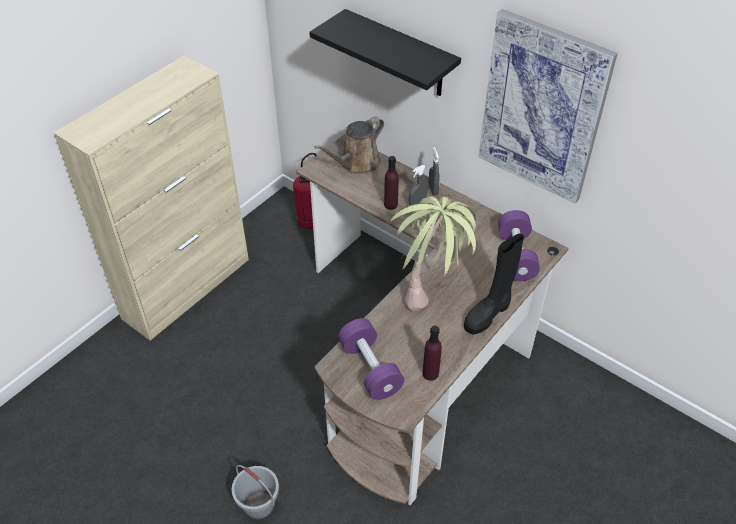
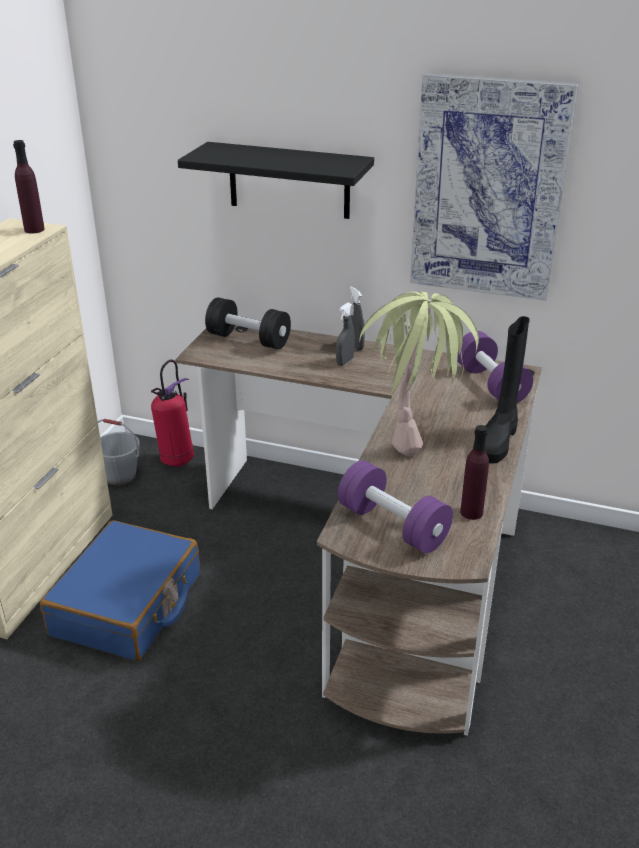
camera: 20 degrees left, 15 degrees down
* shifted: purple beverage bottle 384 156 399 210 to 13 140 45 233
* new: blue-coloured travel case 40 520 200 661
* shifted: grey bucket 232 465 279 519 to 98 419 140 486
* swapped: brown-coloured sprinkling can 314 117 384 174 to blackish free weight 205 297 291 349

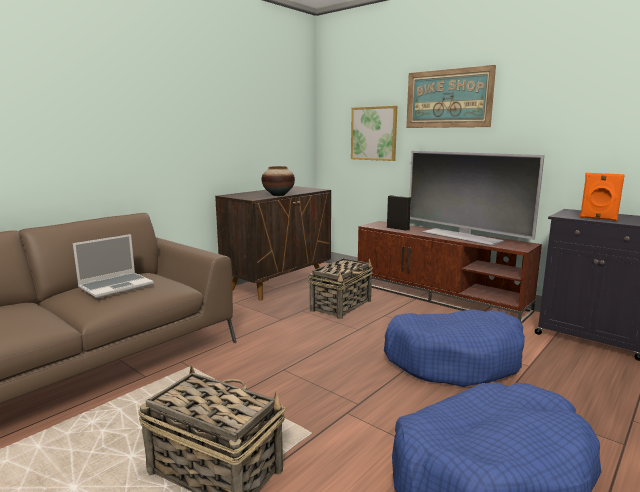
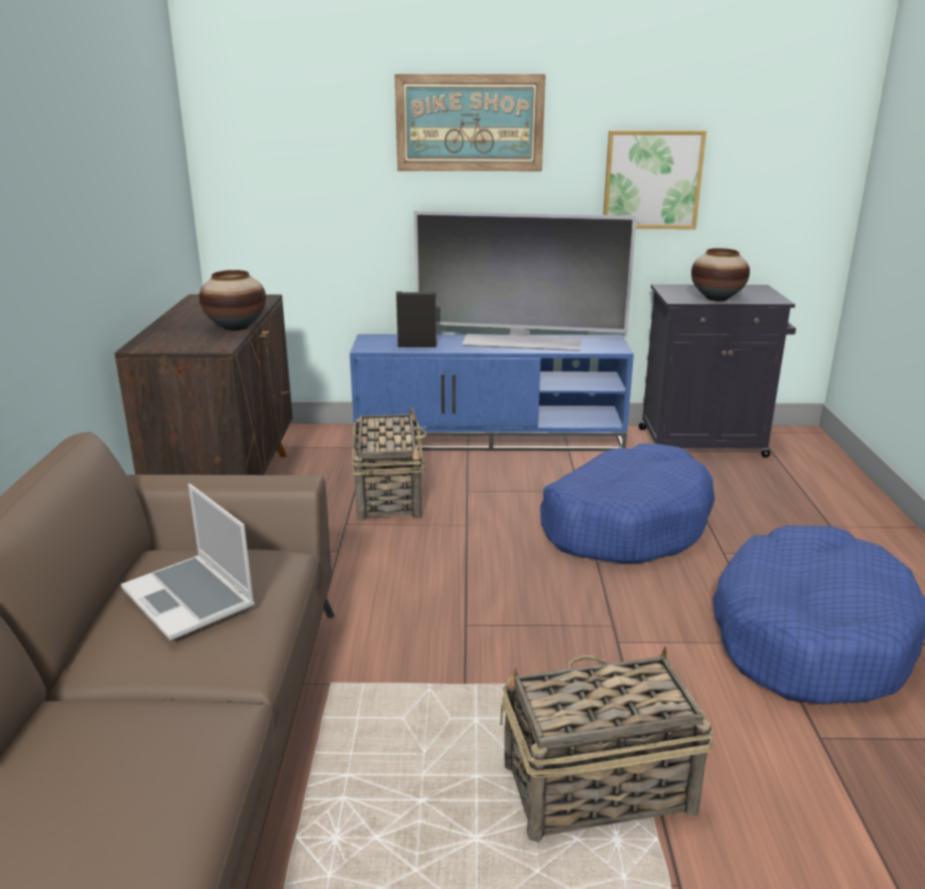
camera: 40 degrees left, 10 degrees up
* rotated: laptop 73 234 154 298 = 121 484 255 641 135 degrees clockwise
* repainted: brown-coloured media console 358 221 542 323 to blue-coloured media console 350 334 634 451
* shifted: wall picture 351 106 397 161 to 603 130 706 229
* swapped: orange-coloured loudspeaker 580 173 625 221 to vase 691 248 750 301

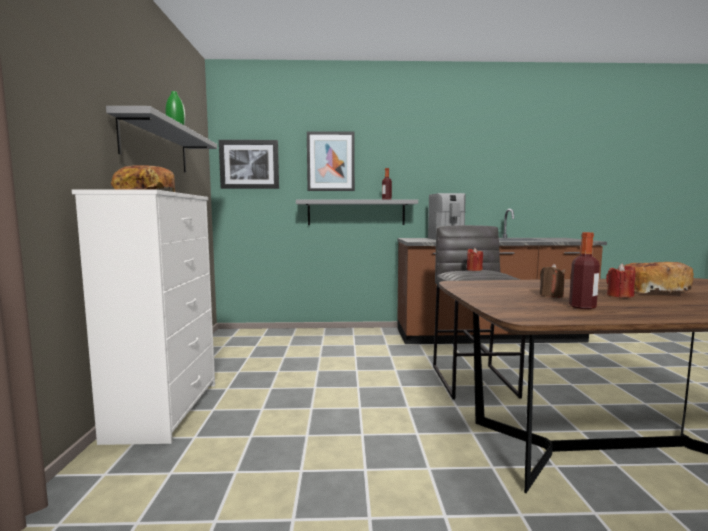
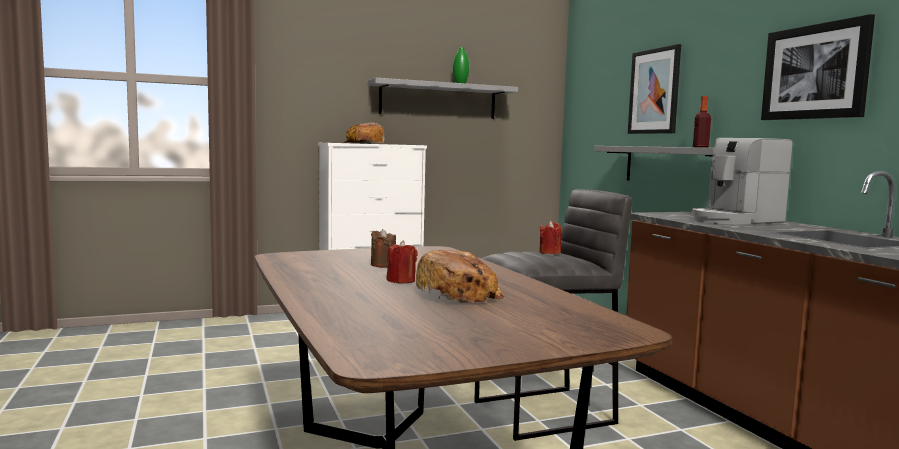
camera: 70 degrees right, 0 degrees up
* shifted: wall picture 219 140 279 189 to 761 14 875 120
* gone: beverage bottle 569 232 600 309

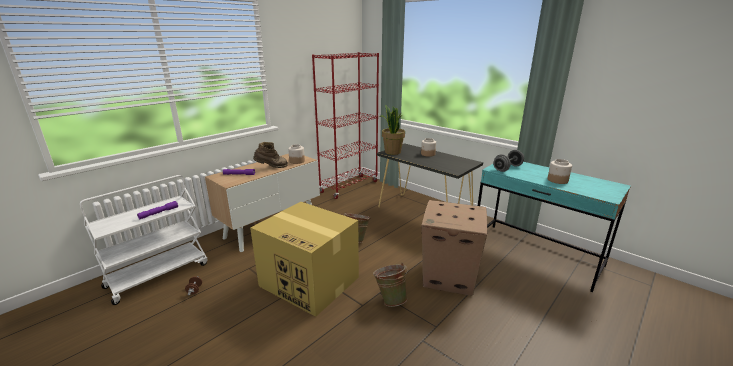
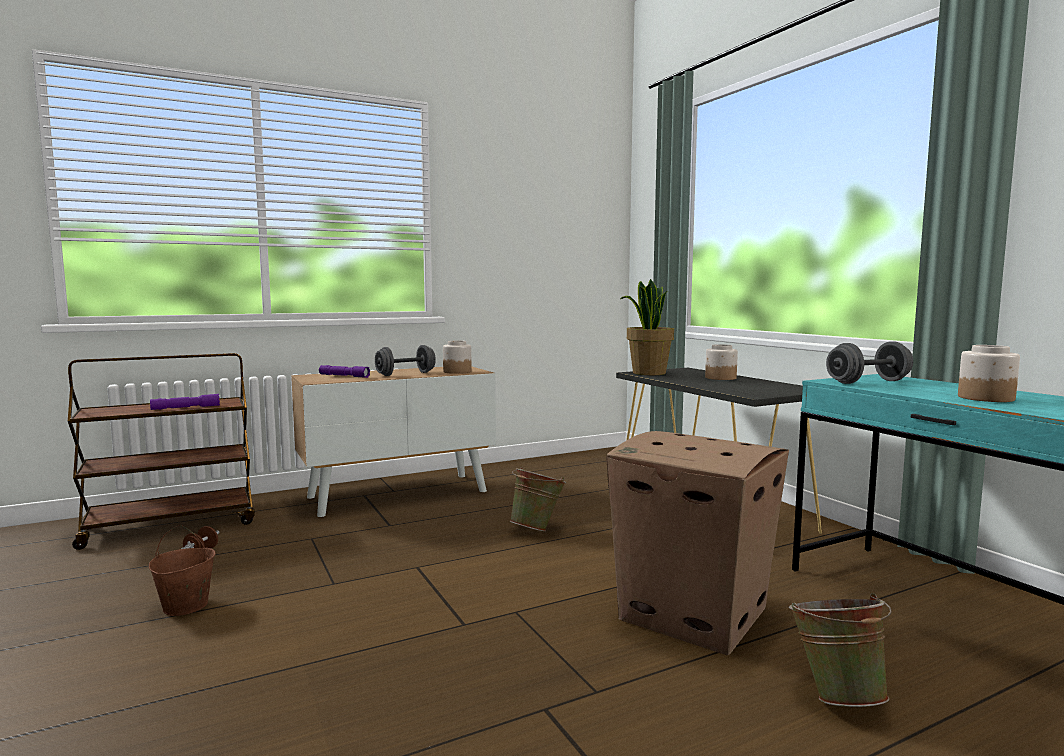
camera: 20 degrees right, 15 degrees down
* repainted: white wheeled cart 80 175 208 305 to brown-coloured wheeled cart 68 353 255 550
* new: brown-coloured bucket 149 525 215 616
* swapped: brown-coloured boot 253 142 288 168 to grey free weight 375 345 436 376
* shifted: greenish bucket 373 263 408 307 to 789 593 892 707
* gone: packing box 250 202 359 317
* gone: red-coloured shelving unit 312 52 379 199

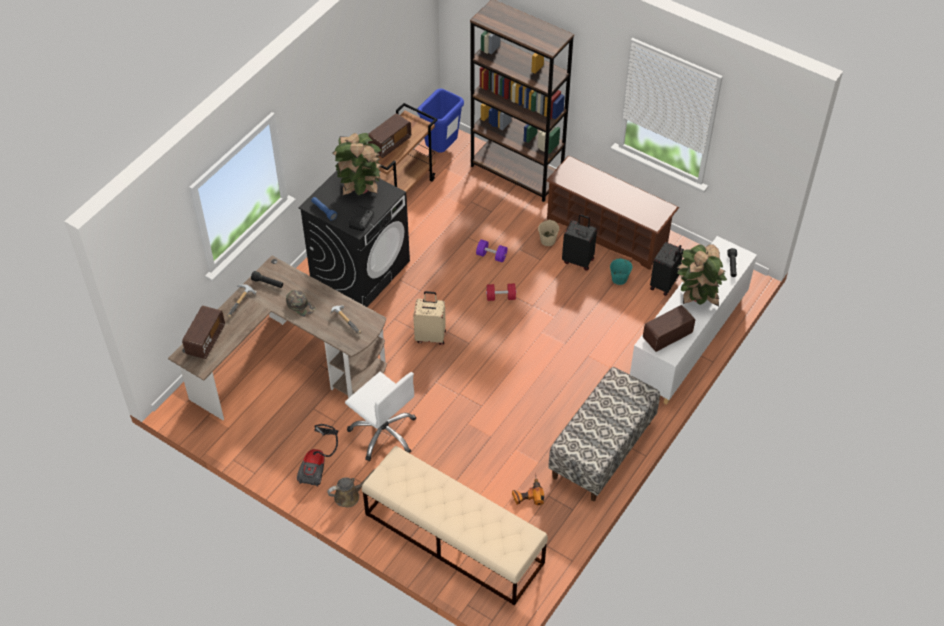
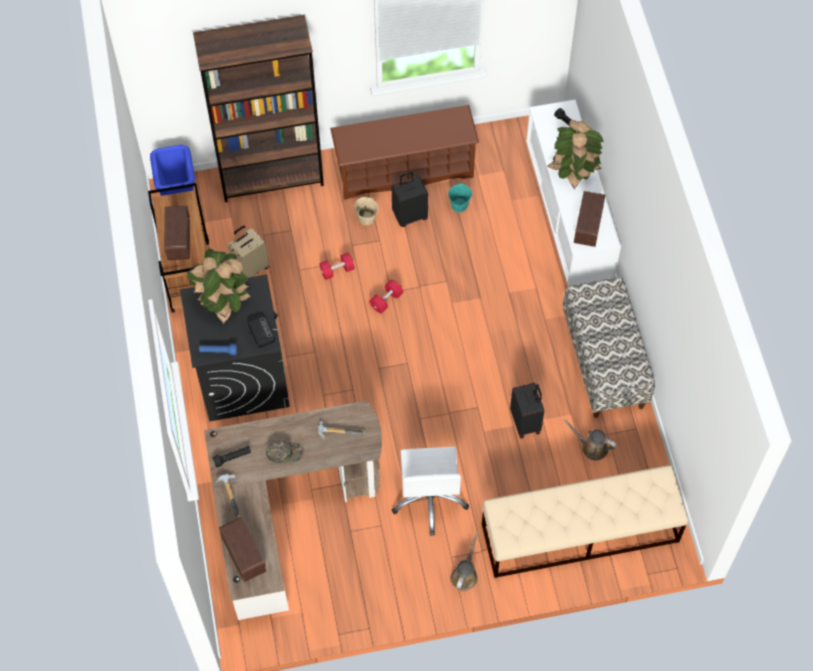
camera: 45 degrees left, 10 degrees up
* shifted: beige-coloured travel case 413 291 446 345 to 227 226 269 278
* repainted: purple free weight 476 239 507 262 to red-coloured free weight 319 253 355 280
* rotated: white computer chair 345 372 416 461 = 392 447 469 536 90 degrees clockwise
* shifted: blackish travel case 650 242 684 296 to 510 383 544 439
* swapped: drill 512 474 544 505 to brown-coloured sprinkling can 563 419 616 460
* gone: vacuum 297 424 339 487

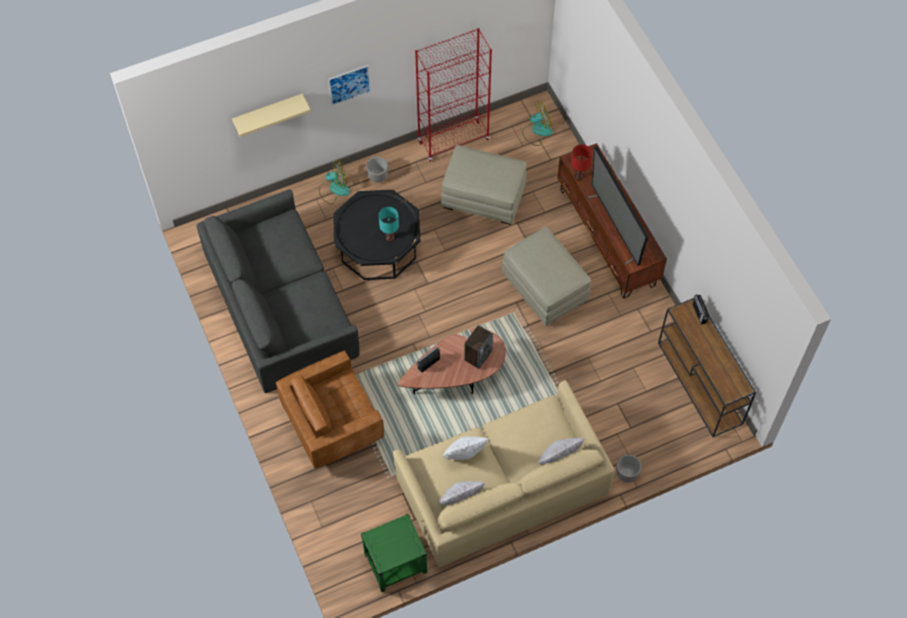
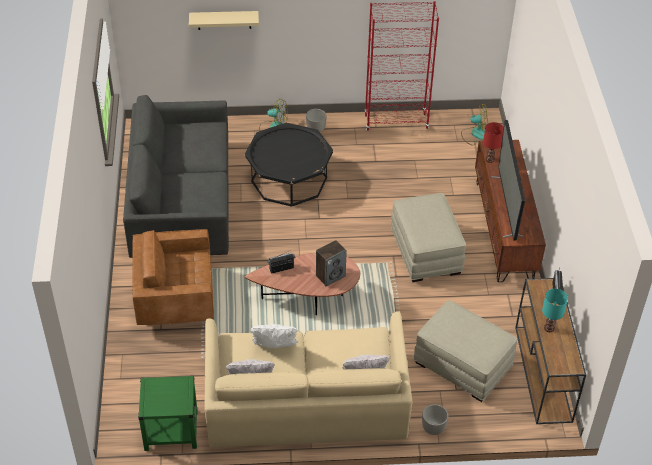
camera: 20 degrees right, 15 degrees down
* shifted: beige-coloured pouffe 441 145 526 225 to 414 300 517 402
* shifted: blue-green tabletop lamp 379 207 399 242 to 542 289 568 332
* gone: wall picture 328 65 371 106

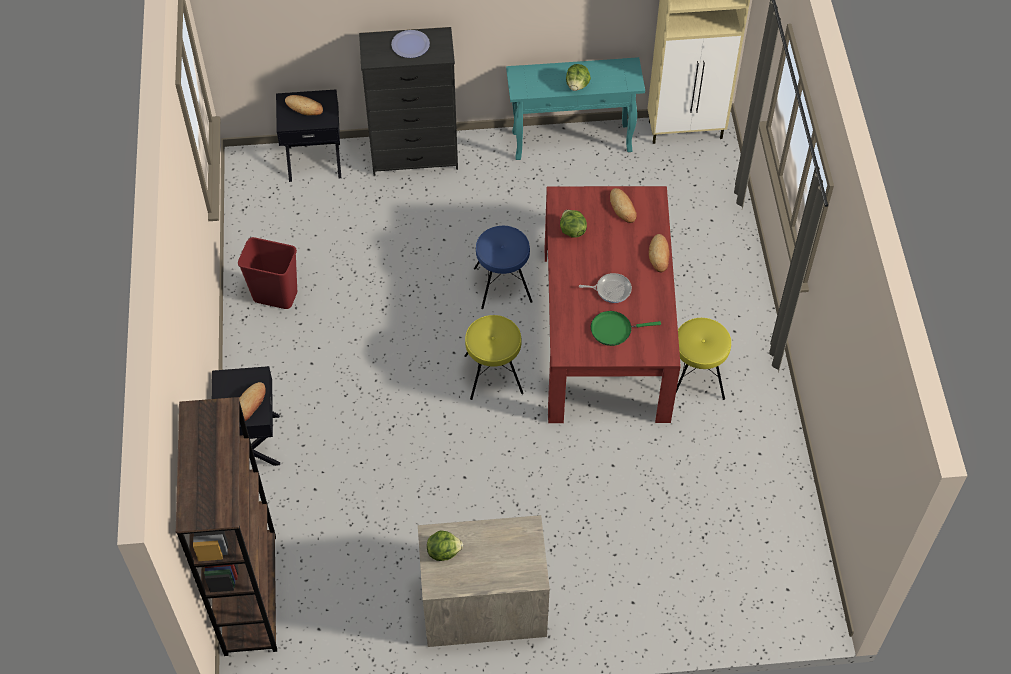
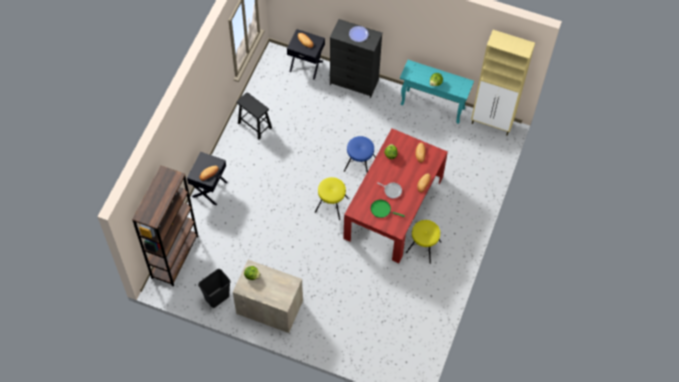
camera: 25 degrees right, 5 degrees up
* new: blackish rubbish bin 198 269 231 308
* swapped: red-coloured rubbish bin 238 237 297 309 to blackish sitting stool 236 93 272 140

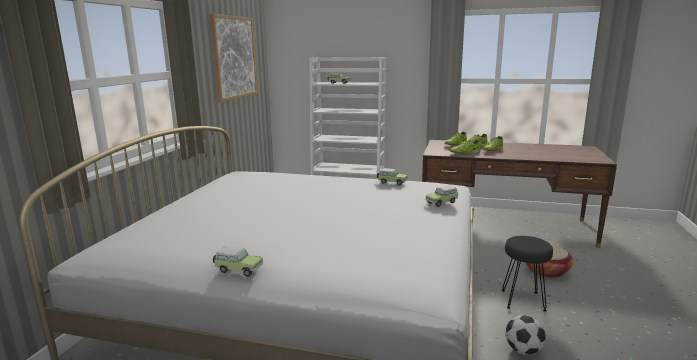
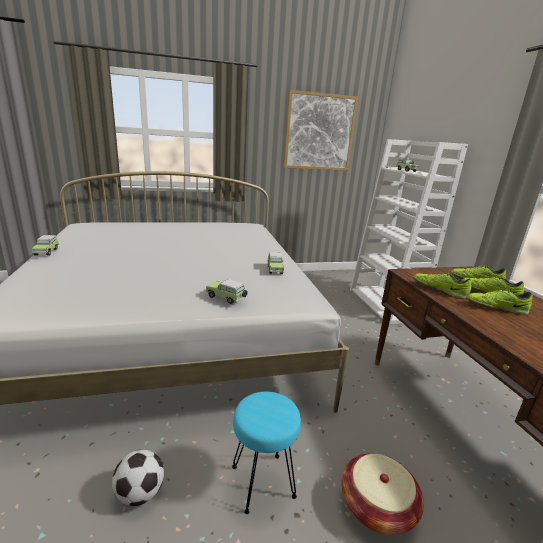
camera: 60 degrees right, 5 degrees up
* repainted: blackish sitting stool 502 236 553 311 to blue-green sitting stool 232 392 301 514

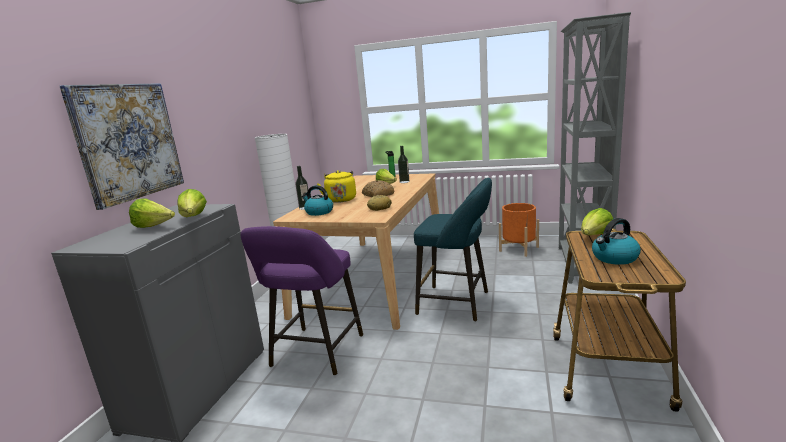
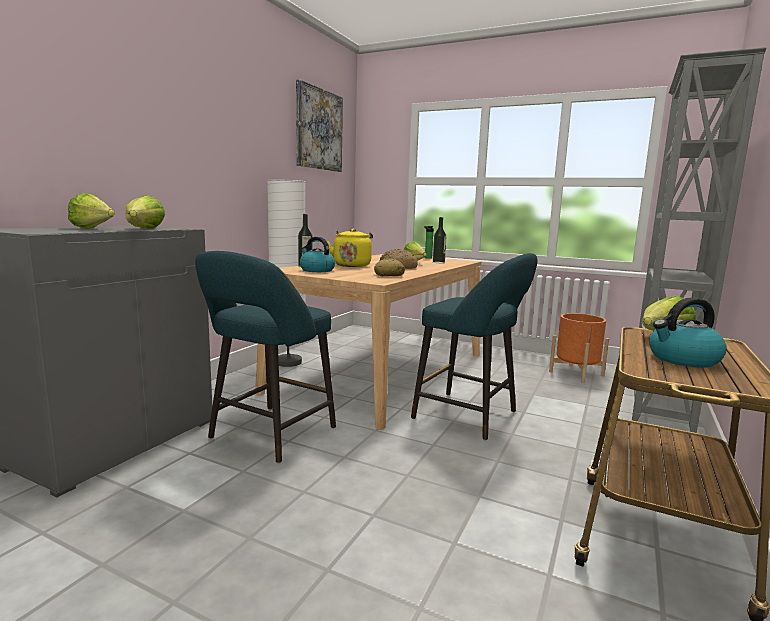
camera: 10 degrees right, 5 degrees down
* repainted: purple sitting stool 240 226 363 376 to blue-green sitting stool 195 251 336 463
* shifted: wall picture 60 83 184 210 to 296 79 343 172

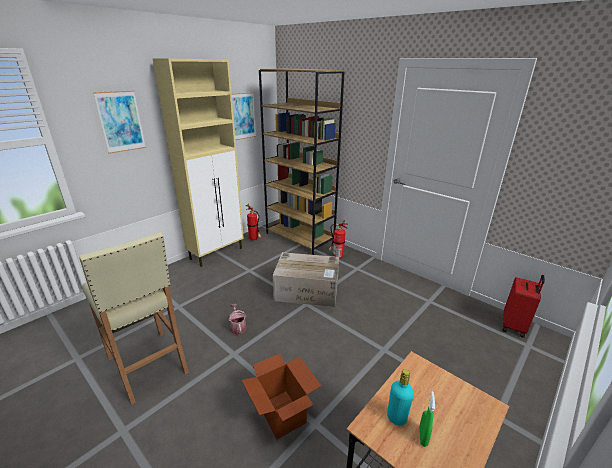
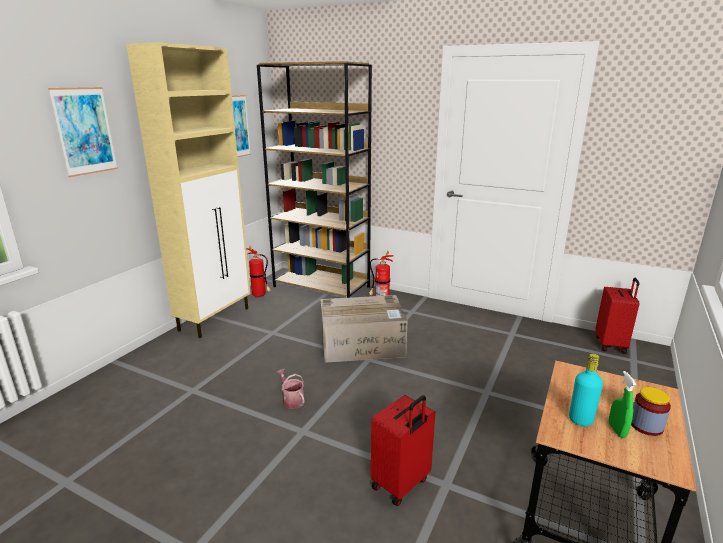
camera: 15 degrees left, 5 degrees down
* swapped: packing box 242 353 321 440 to red-coloured travel case 371 395 435 506
* new: storage jar 631 387 671 436
* gone: beige-coloured sitting stool 79 232 189 405

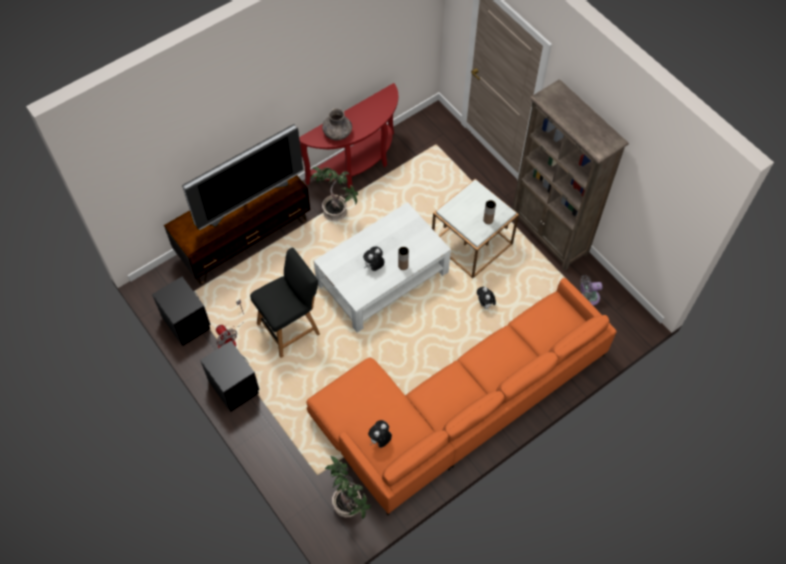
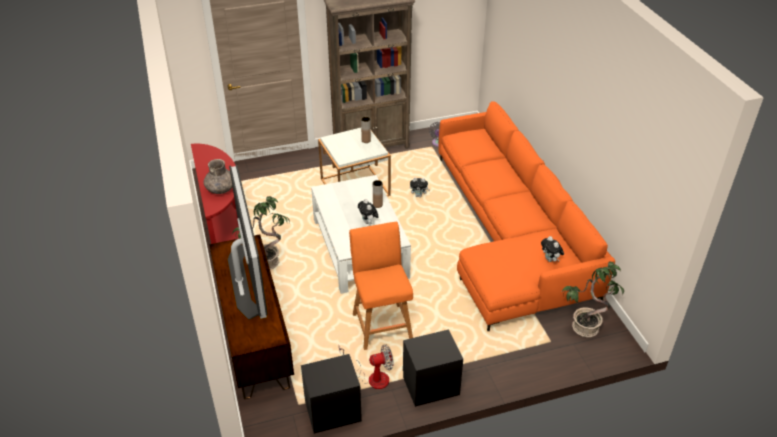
camera: 70 degrees left, 20 degrees down
* repainted: blackish sitting stool 250 247 320 358 to orange-coloured sitting stool 349 222 413 350

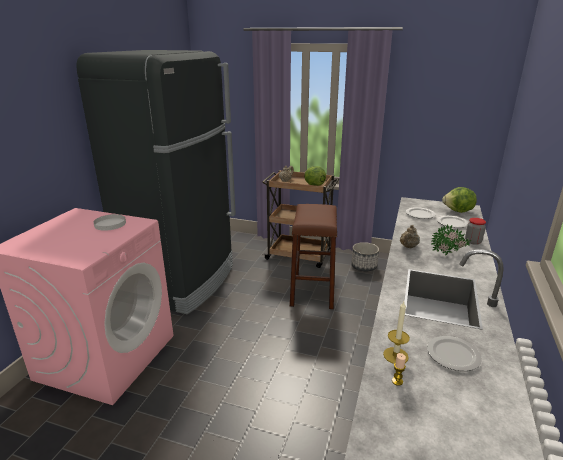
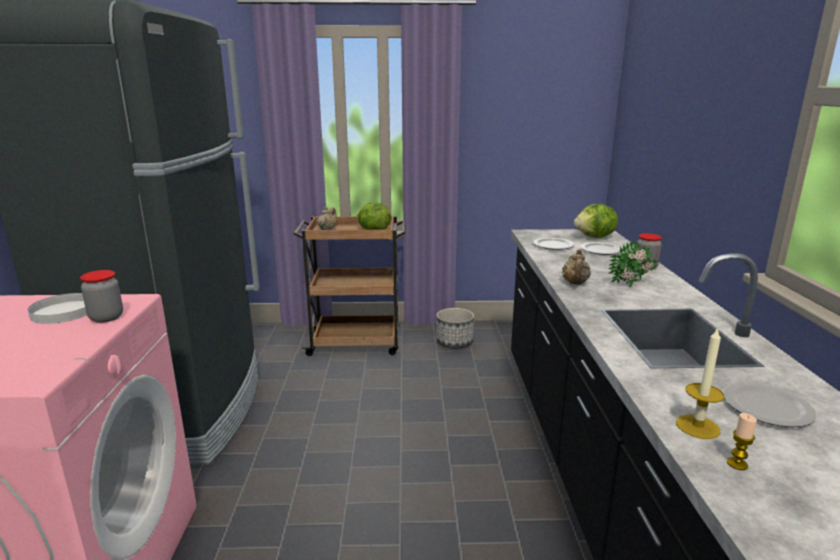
camera: 20 degrees left, 5 degrees down
* new: storage jar 80 270 123 323
* gone: brown-coloured sitting stool 290 204 337 309

